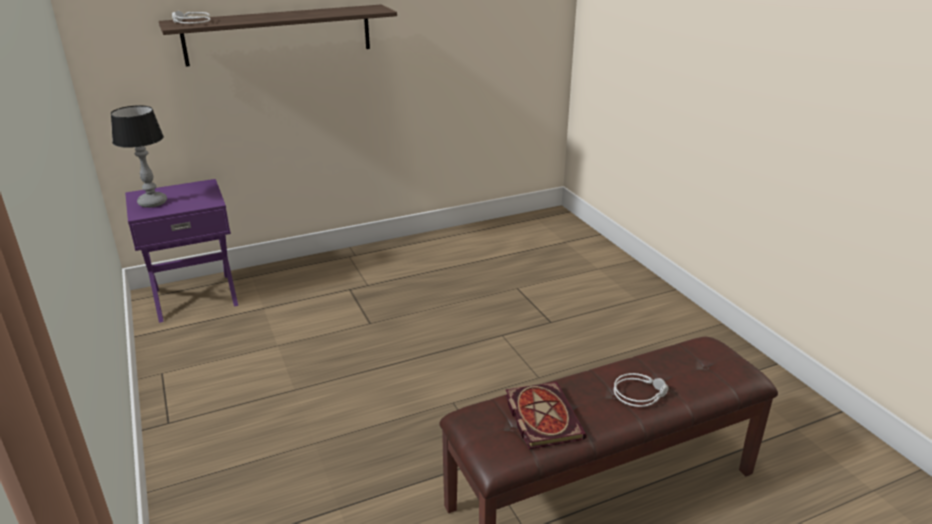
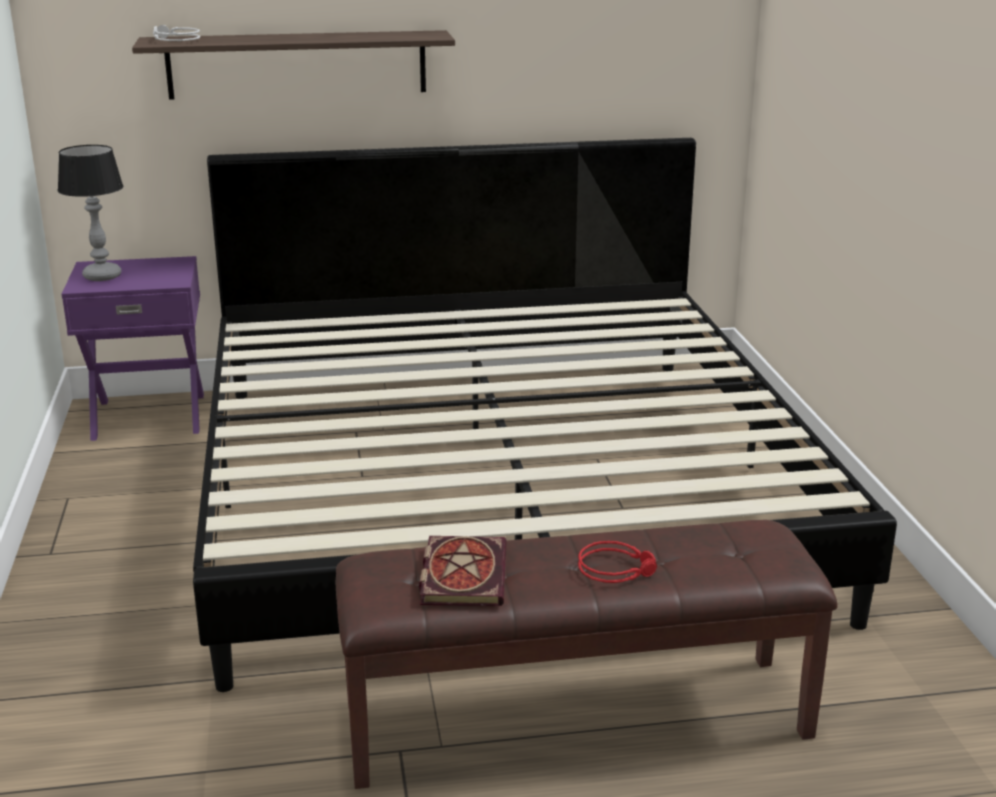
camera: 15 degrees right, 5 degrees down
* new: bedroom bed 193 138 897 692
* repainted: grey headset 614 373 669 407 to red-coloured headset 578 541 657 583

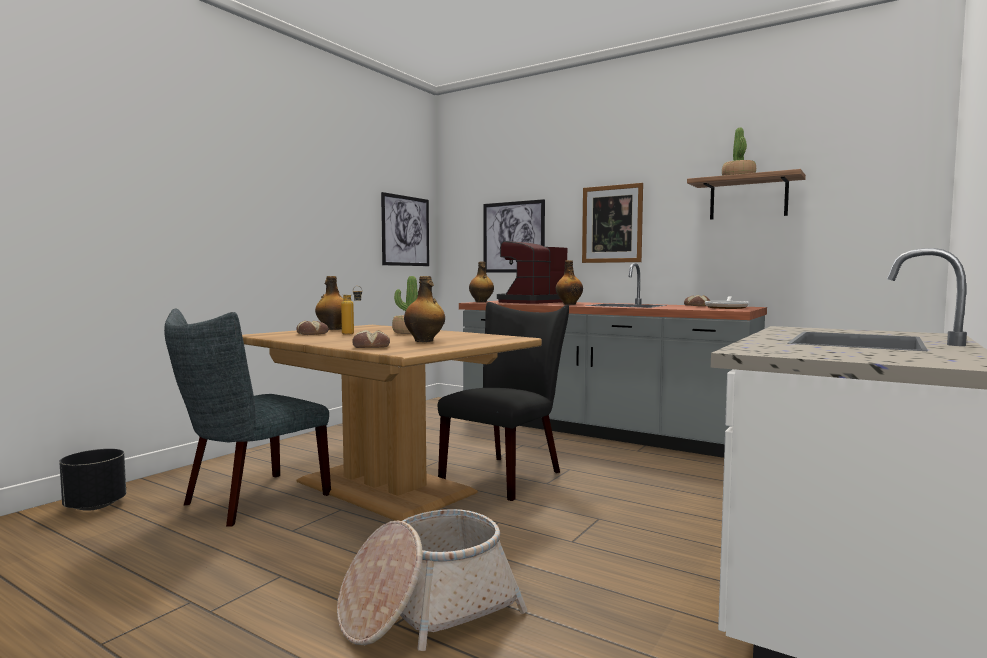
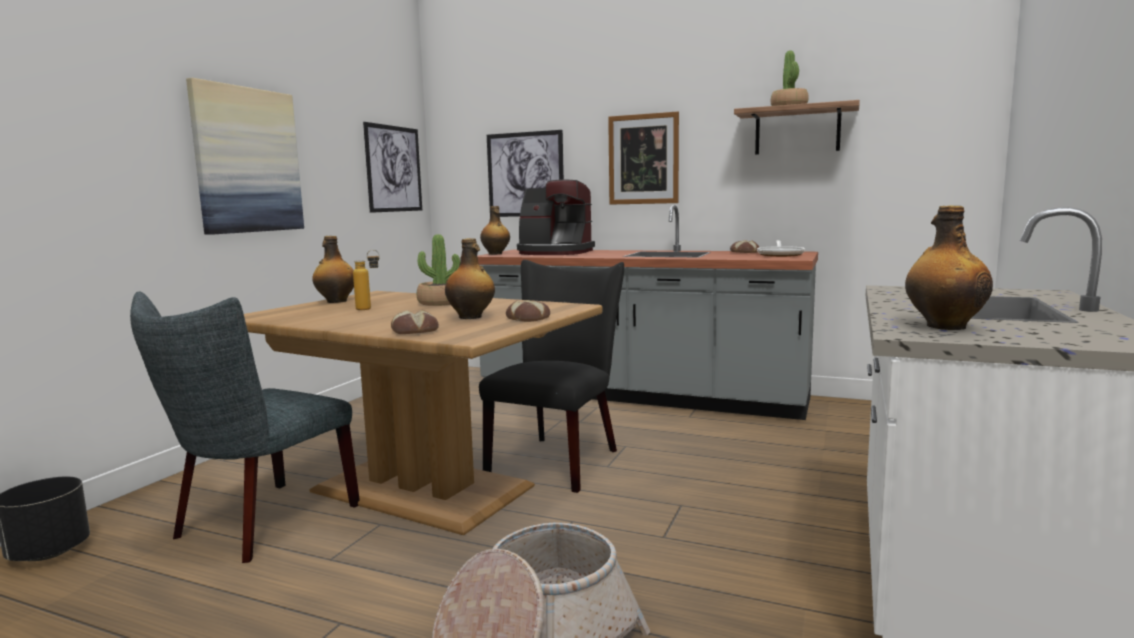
camera: 10 degrees left, 5 degrees up
* new: wall picture 186 78 304 235
* shifted: bakery bread 296 320 329 335 to 506 300 550 322
* rotated: coffee brewer 497 241 568 304 = 517 180 595 255 105 degrees counterclockwise
* shifted: beverage bottle 555 260 583 305 to 905 205 993 330

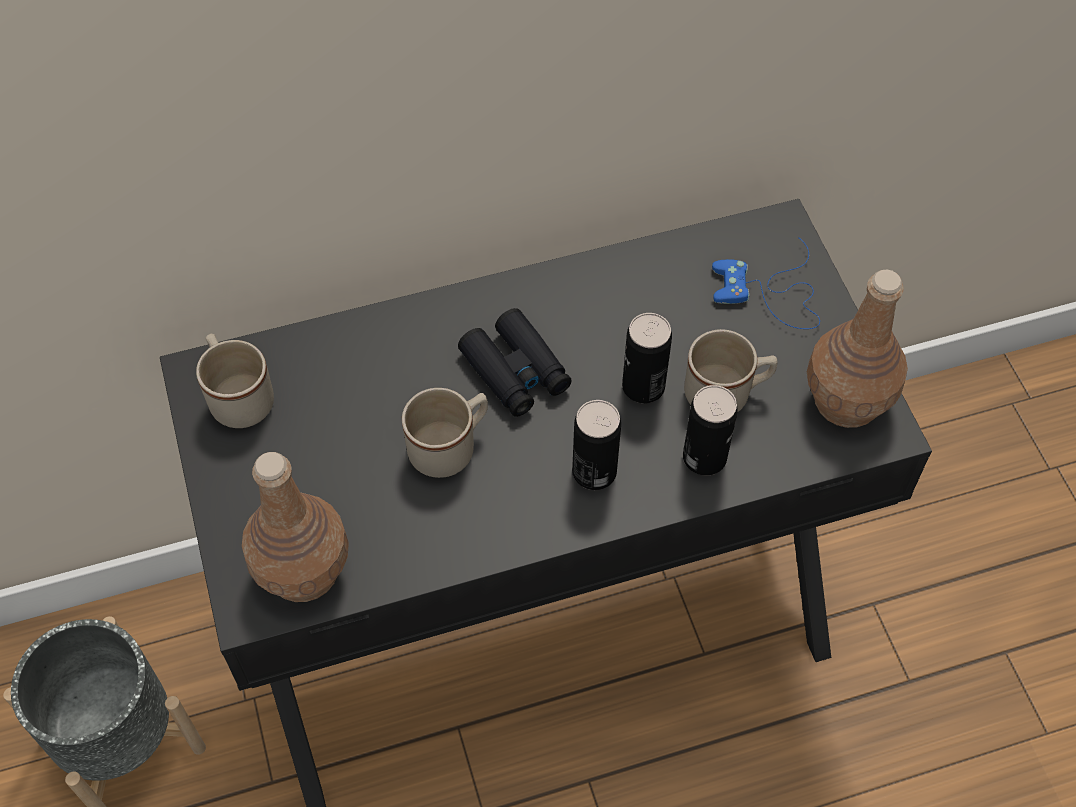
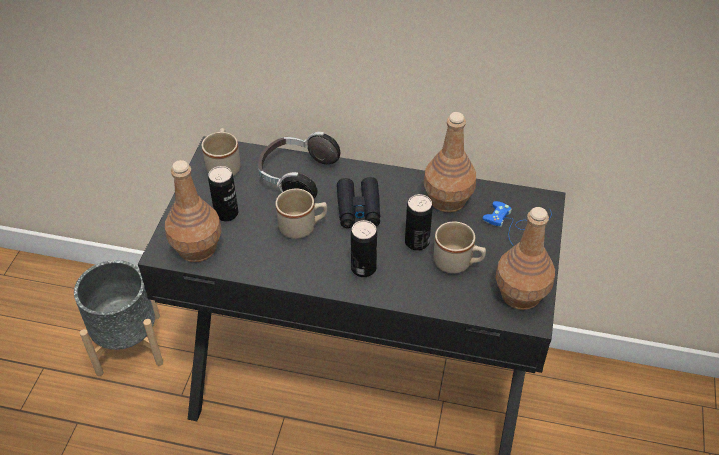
camera: 30 degrees right, 10 degrees down
* shifted: sealed can 683 385 738 476 to 208 166 238 221
* new: headset 258 132 340 199
* new: brown-coloured beverage bottle 424 112 476 213

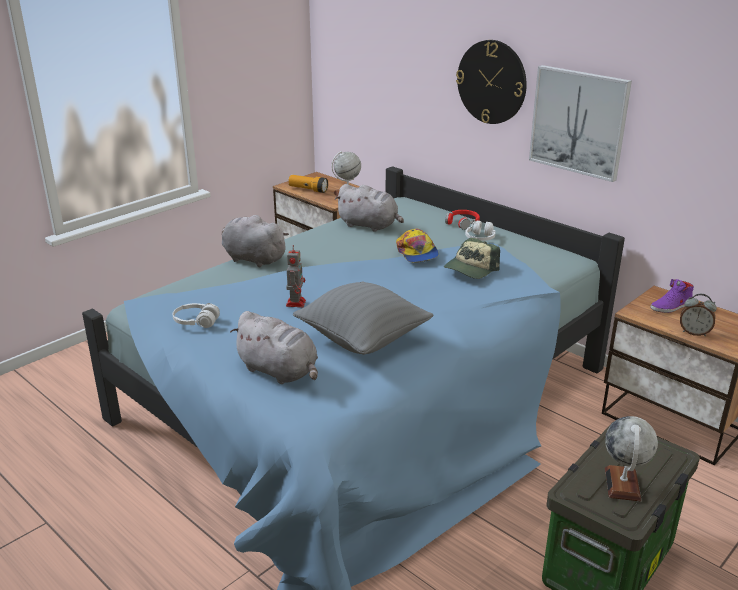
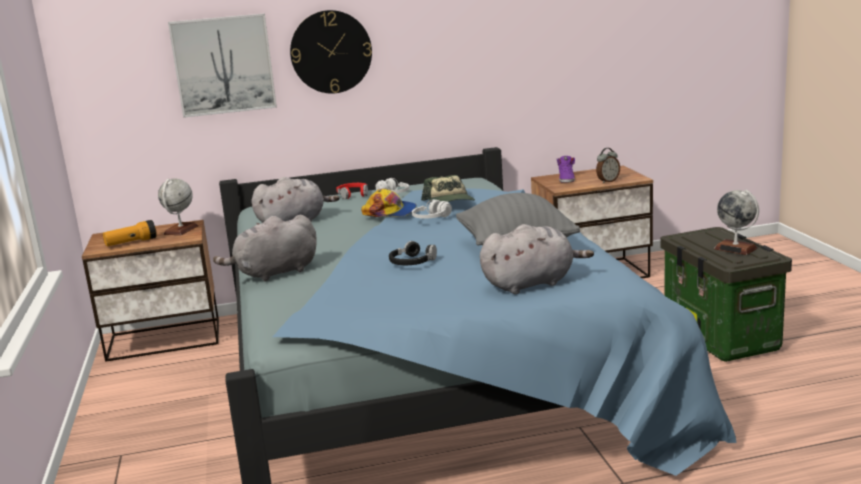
camera: 55 degrees left, 10 degrees down
* shifted: wall picture 529 65 632 182 to 168 13 277 118
* swapped: toy robot 286 245 306 307 to blackish headset 389 241 437 265
* shifted: white headset 173 303 220 328 to 412 199 452 219

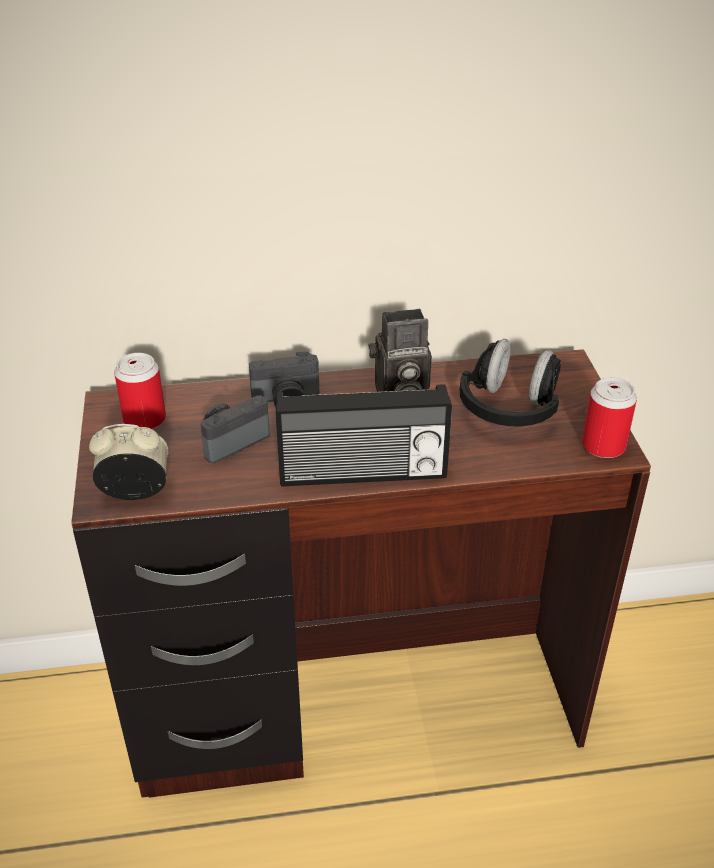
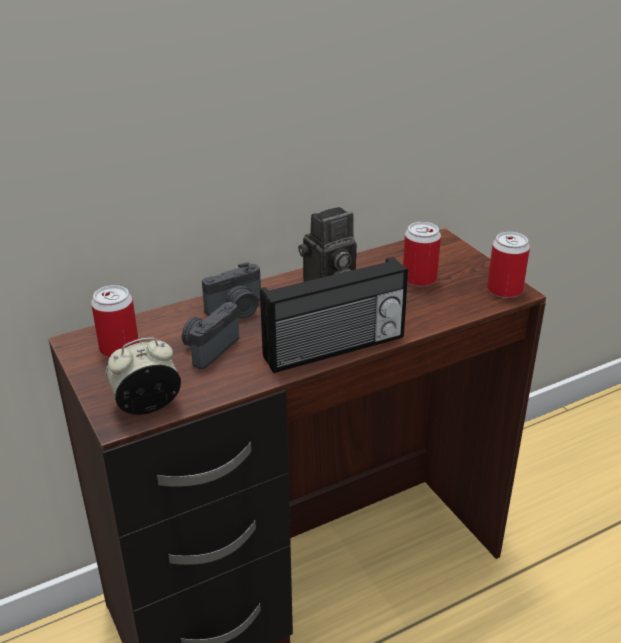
camera: 20 degrees left, 5 degrees down
* swapped: blackish headset 460 339 561 427 to sealed can 403 222 441 287

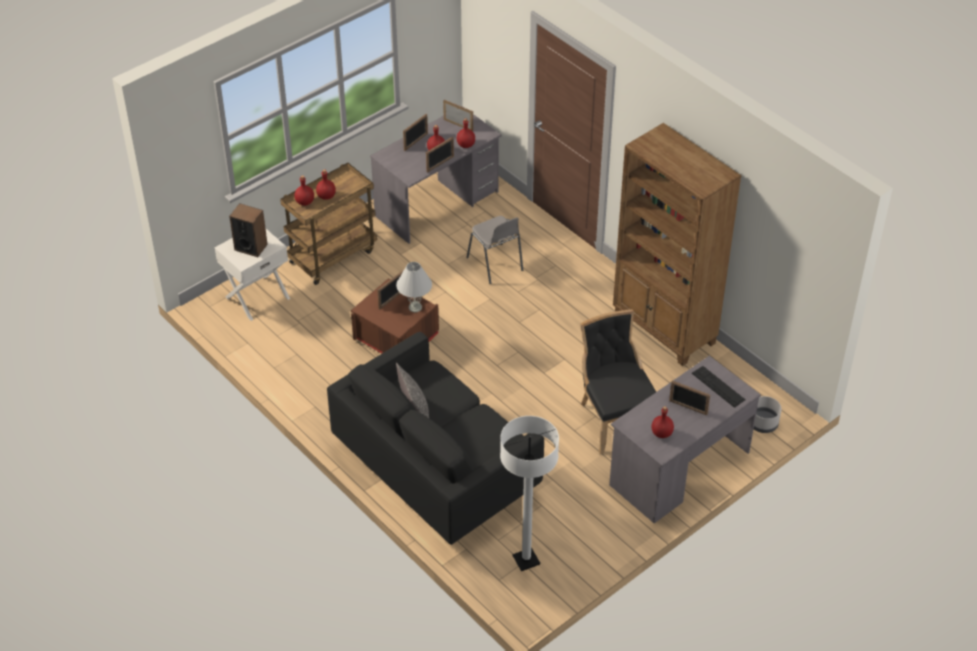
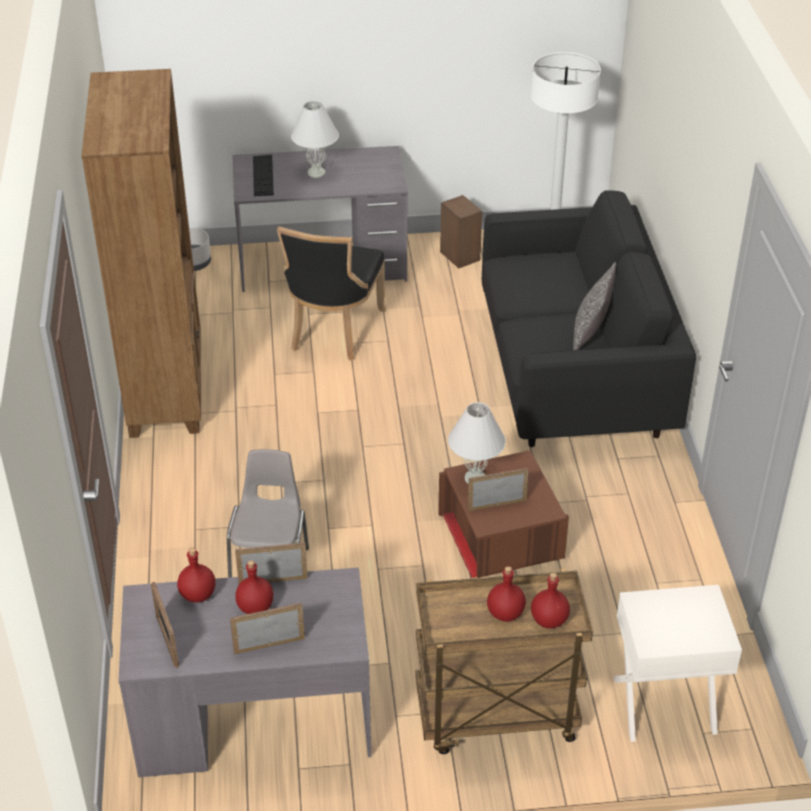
camera: 145 degrees left, 5 degrees down
* swapped: photo frame 669 380 710 415 to white tabletop lamp 291 101 339 178
* shifted: loudspeaker 229 203 268 257 to 440 195 482 268
* gone: red-coloured beverage bottle 652 406 674 438

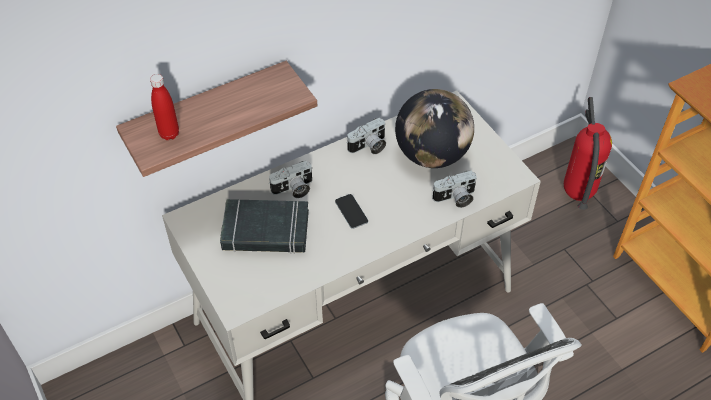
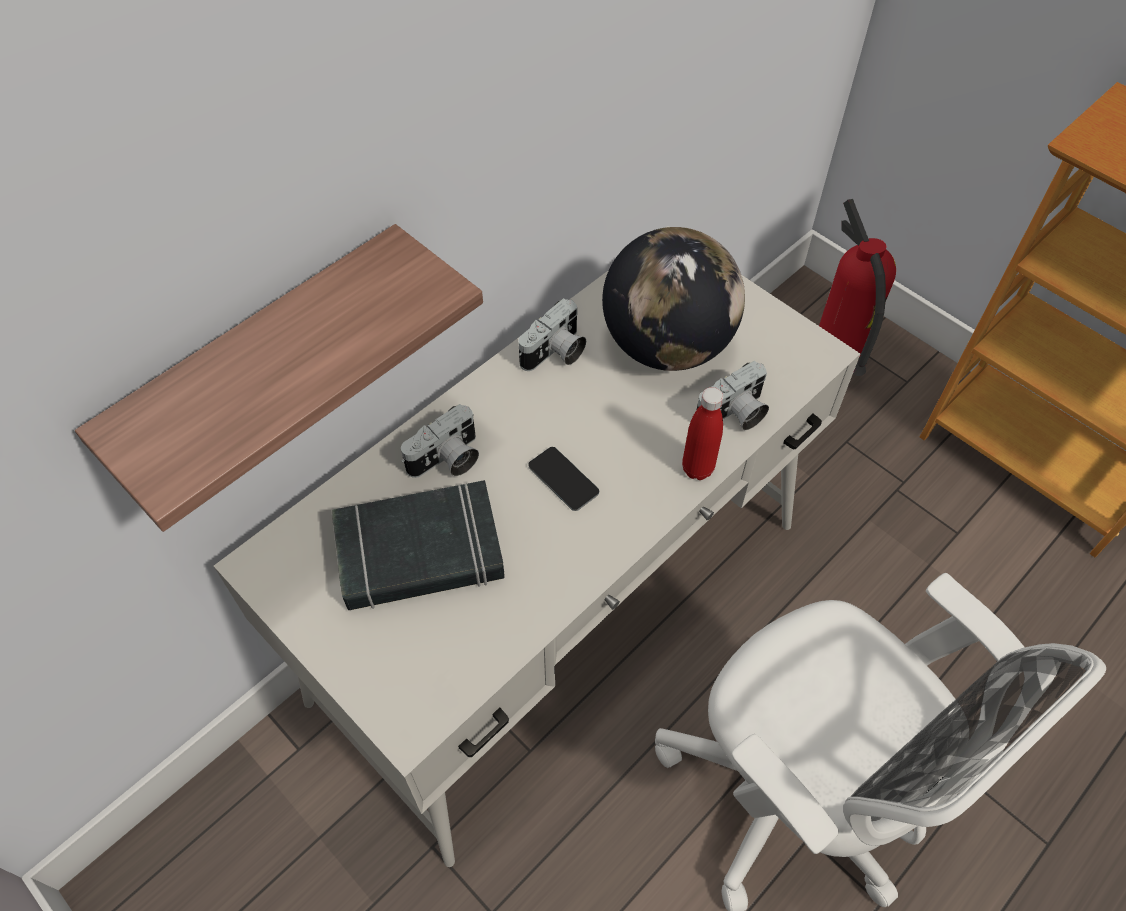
camera: 15 degrees left, 5 degrees up
* shifted: red-coloured beverage bottle 150 74 179 140 to 682 387 723 480

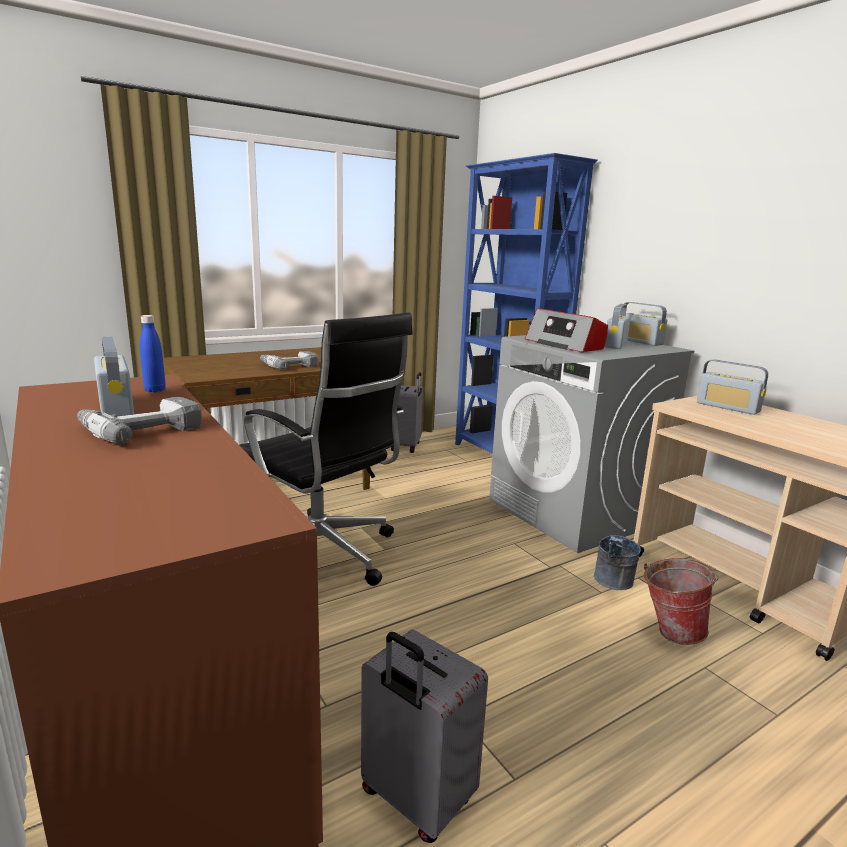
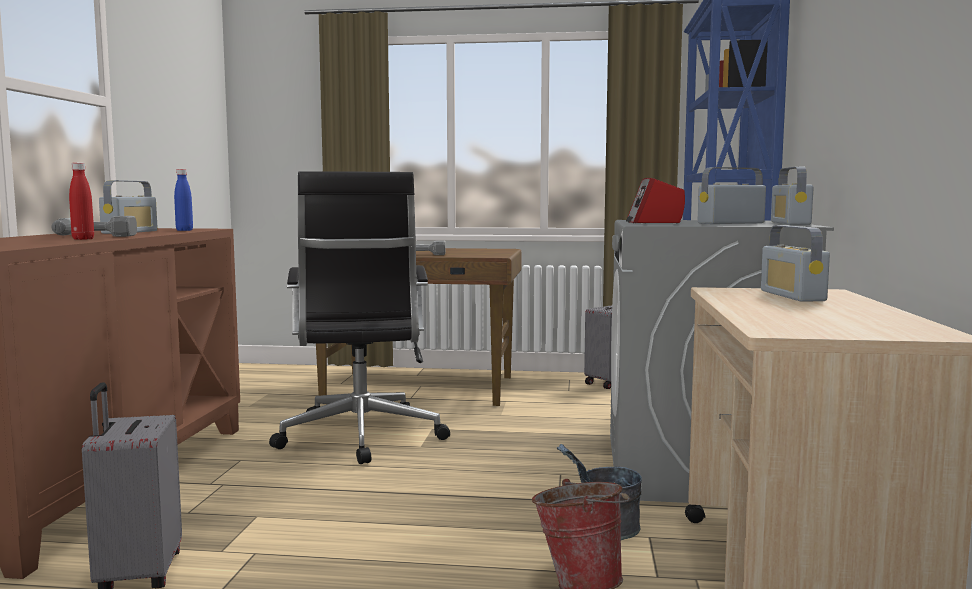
camera: 40 degrees right, 10 degrees down
* new: red-coloured beverage bottle 69 163 94 240

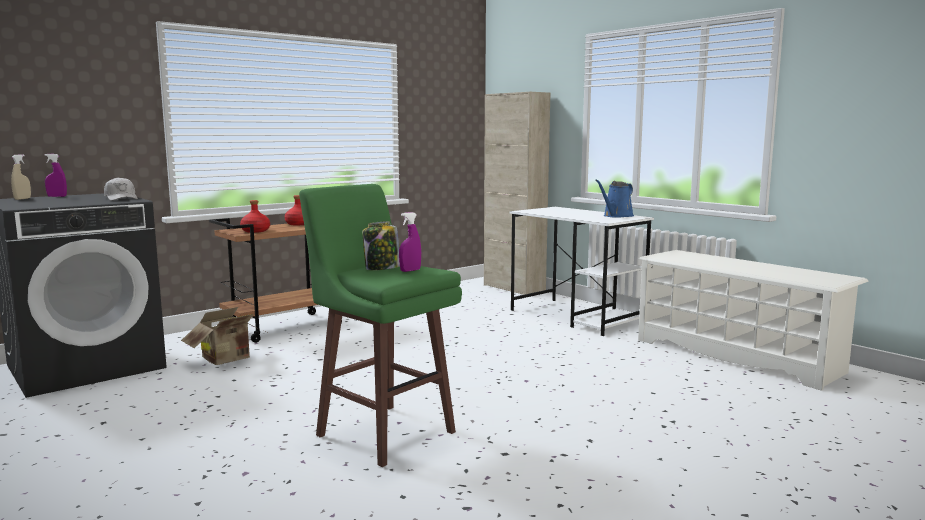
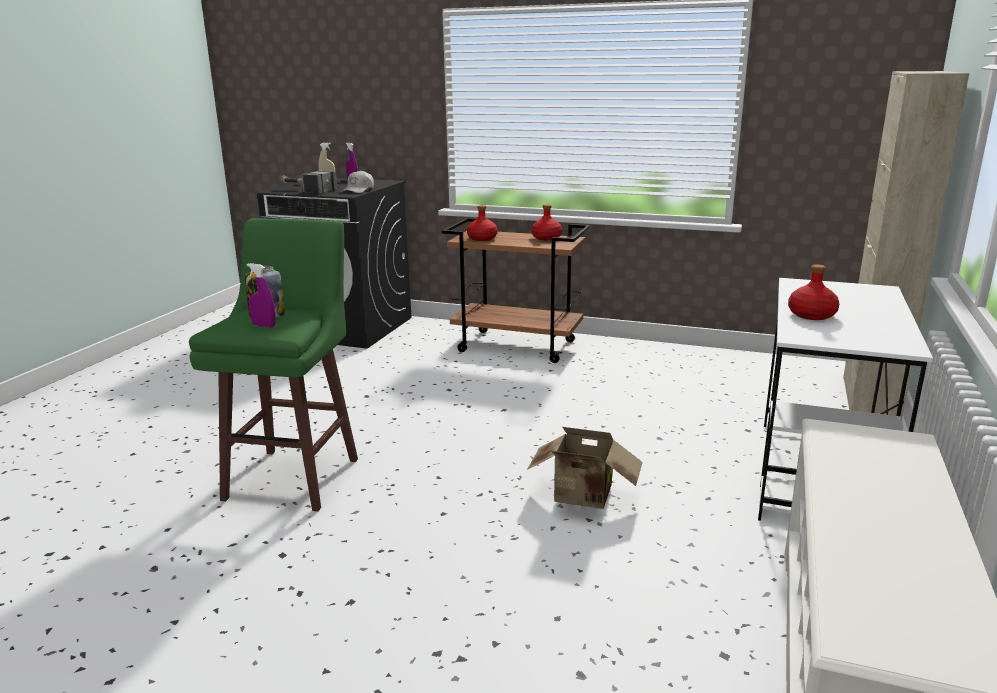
camera: 60 degrees right, 10 degrees up
* new: hammer 281 171 338 193
* shifted: packing box 181 307 265 365 to 527 427 642 509
* new: red-coloured beverage bottle 788 264 839 320
* gone: blue-coloured sprinkling can 595 180 634 218

